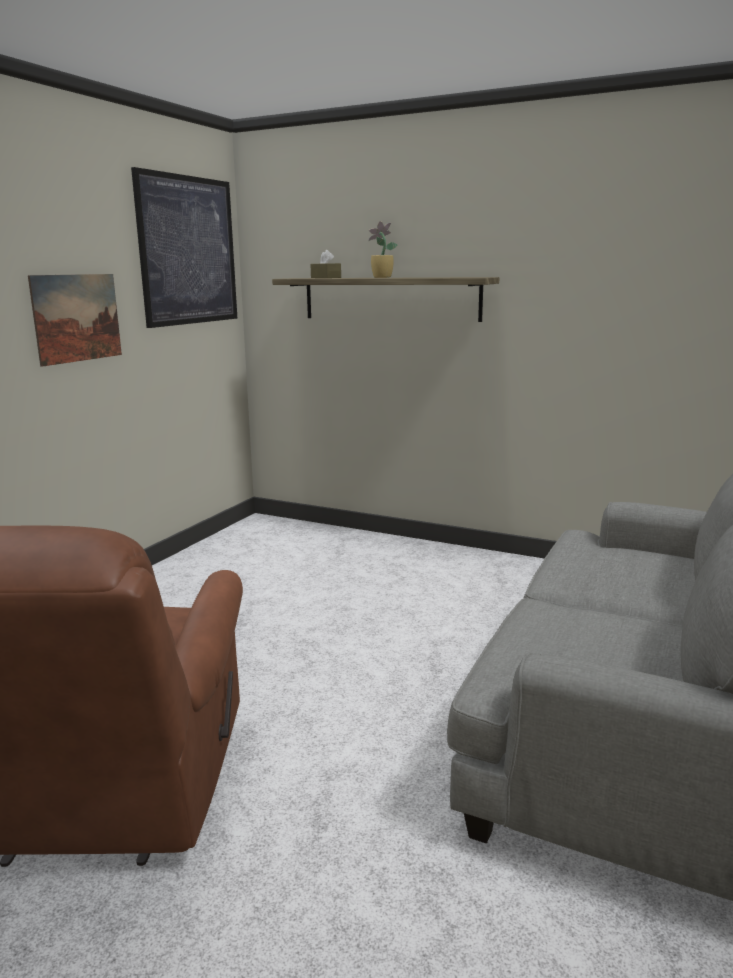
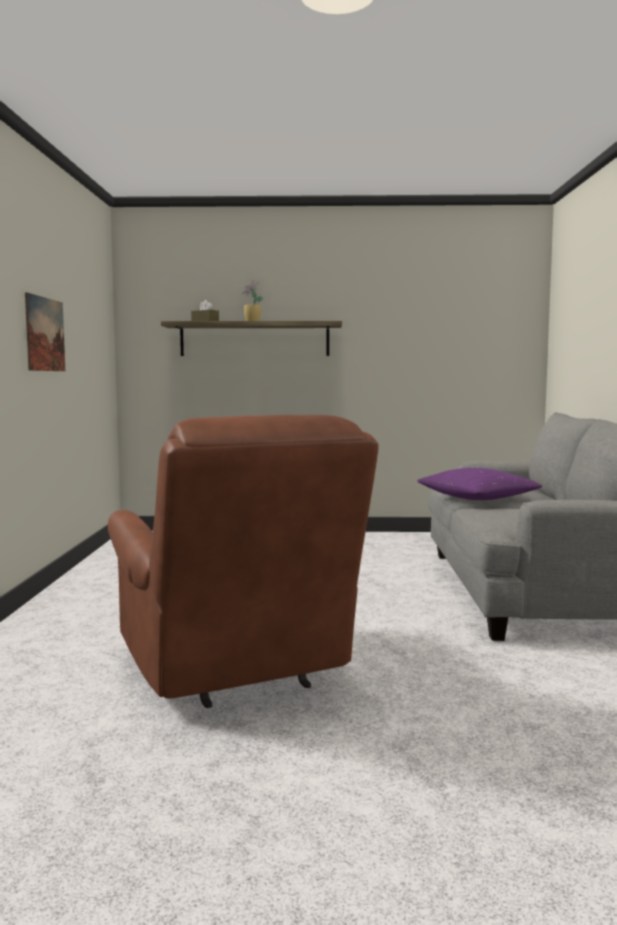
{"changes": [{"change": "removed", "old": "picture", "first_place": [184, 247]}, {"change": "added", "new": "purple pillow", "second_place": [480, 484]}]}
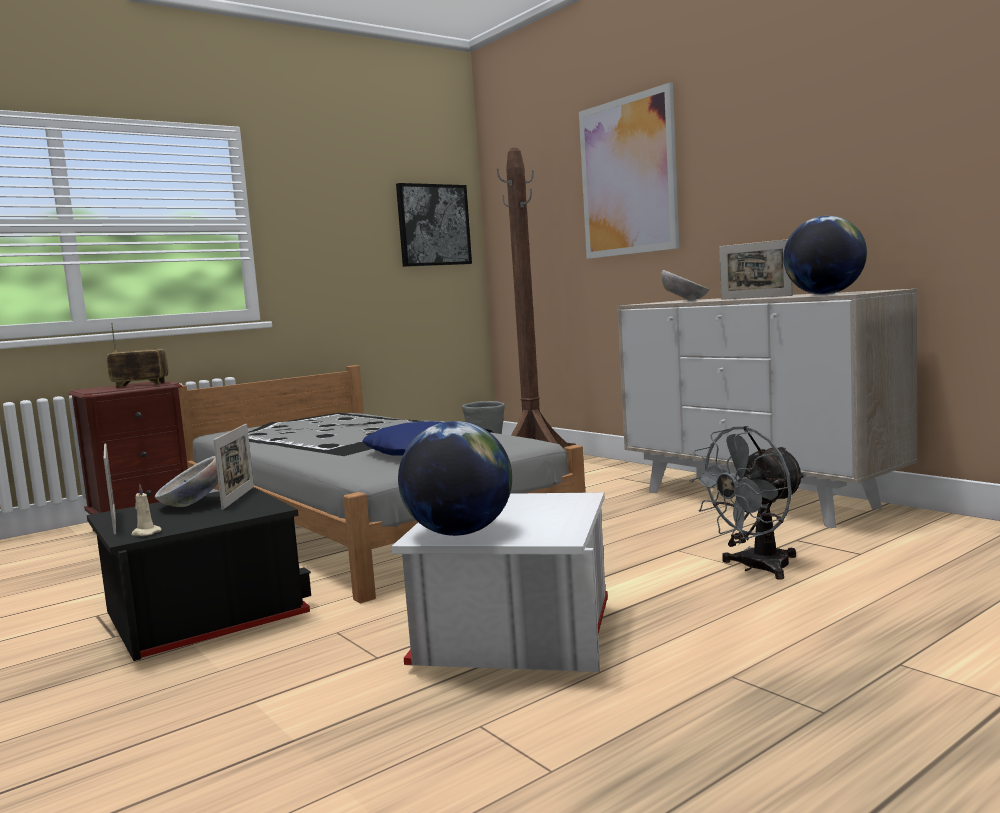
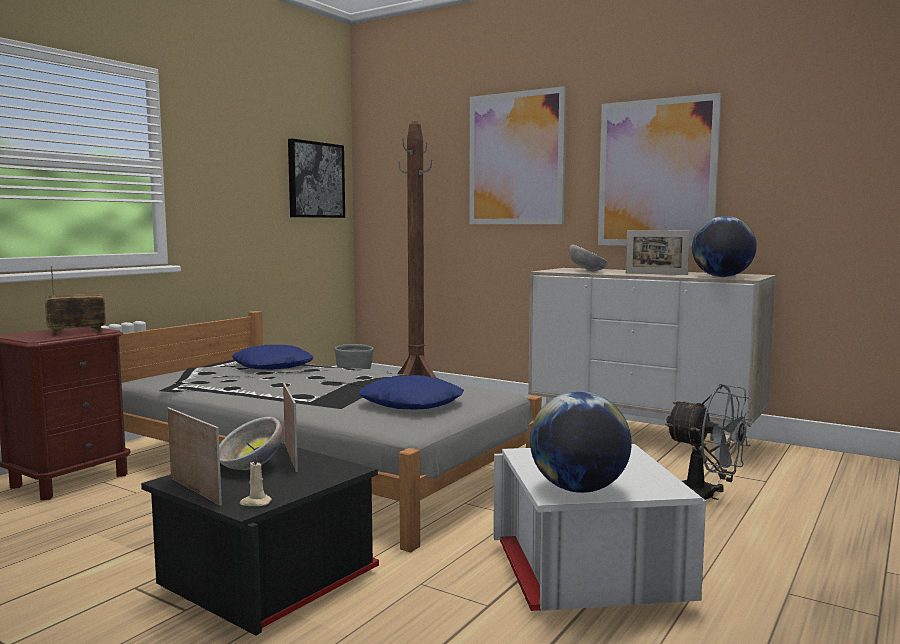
{"changes": [{"change": "added", "new": "blue pillow", "second_place": [273, 357]}, {"change": "added", "new": "picture", "second_place": [659, 169]}, {"change": "turned", "old": "grey fan", "first_place": [747, 503], "second_place": [709, 442], "degrees": -90}]}
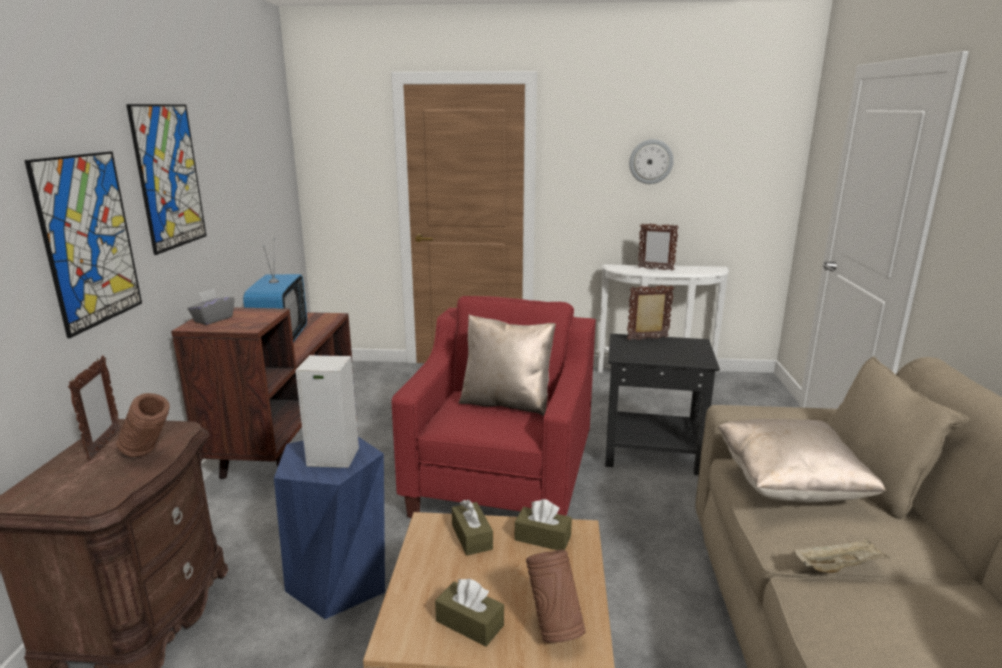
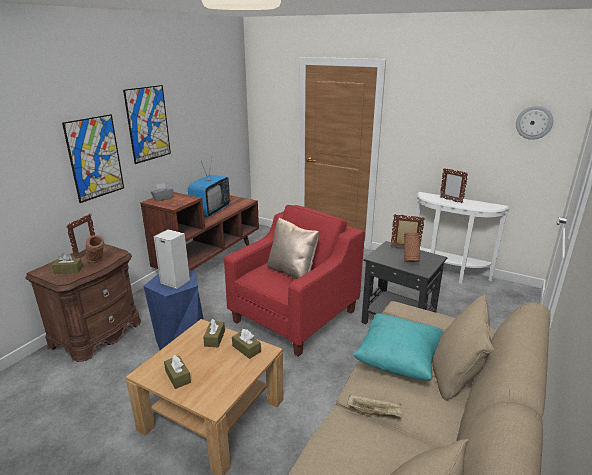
{"changes": [{"change": "added", "new": "brown tissue box", "second_place": [67, 263]}, {"change": "moved", "old": "brown vase", "first_place": [556, 596], "second_place": [412, 247]}, {"change": "moved", "old": "wall clock", "first_place": [651, 161], "second_place": [534, 123]}, {"change": "recoloured", "old": "beige pillow", "new": "turquoise pillow", "first_place": [802, 461], "second_place": [398, 347]}]}
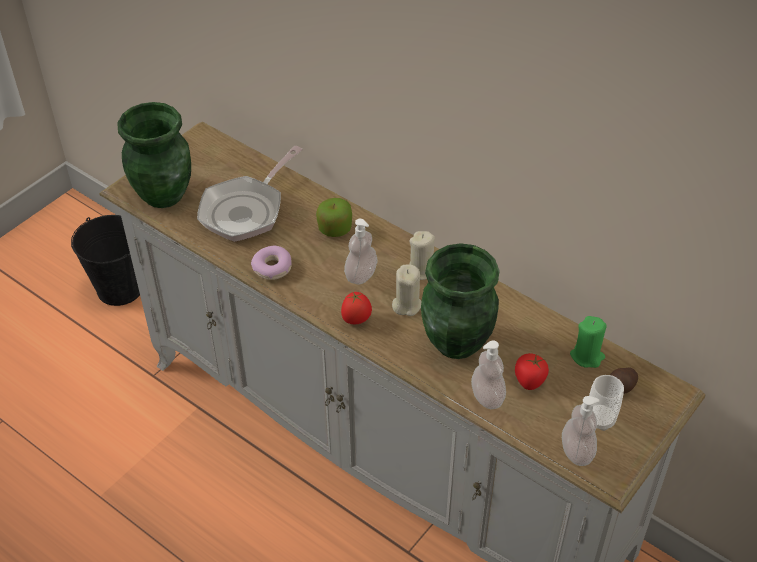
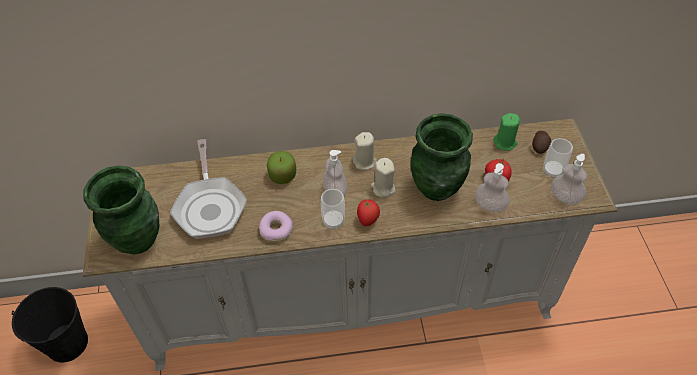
{"changes": [{"change": "added", "new": "cup", "second_place": [333, 209]}]}
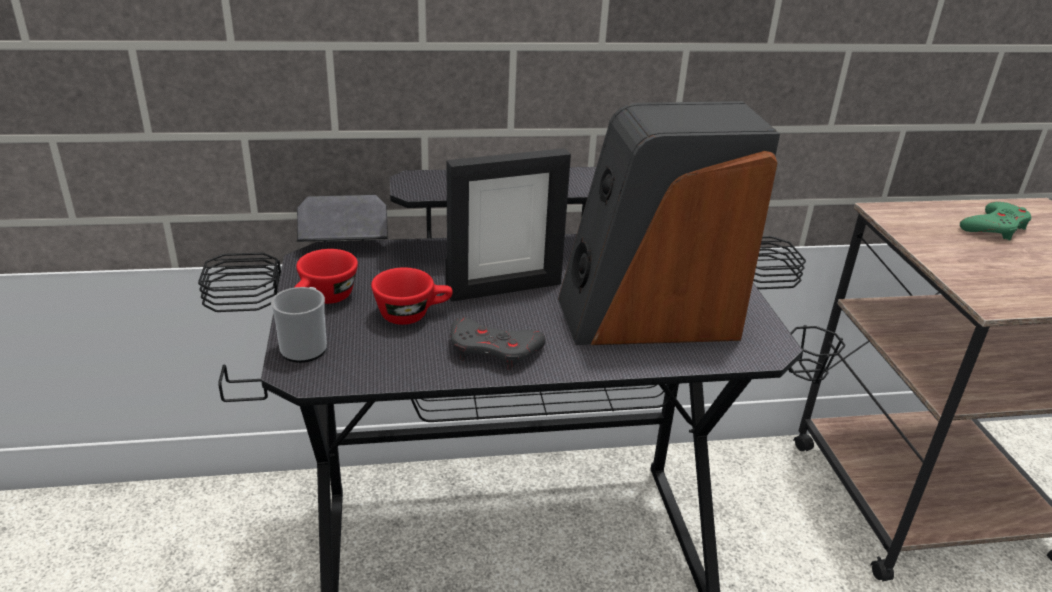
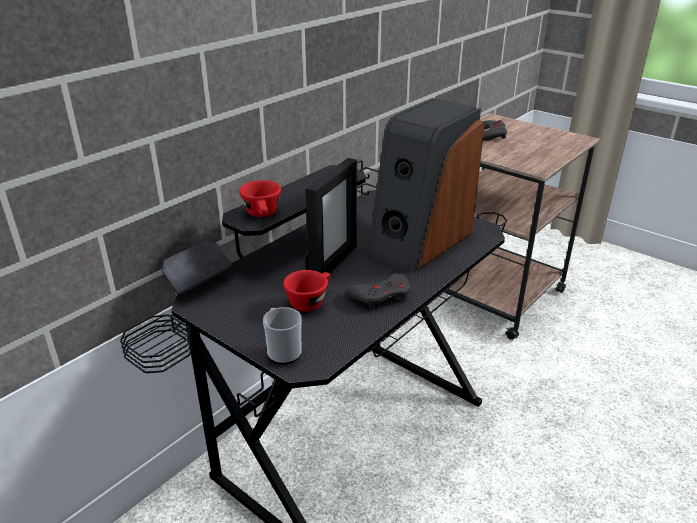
{"changes": [{"change": "moved", "old": "red cup", "first_place": [326, 276], "second_place": [260, 198]}, {"change": "recoloured", "old": "green game controller", "new": "grey game controller", "first_place": [996, 221], "second_place": [495, 130]}]}
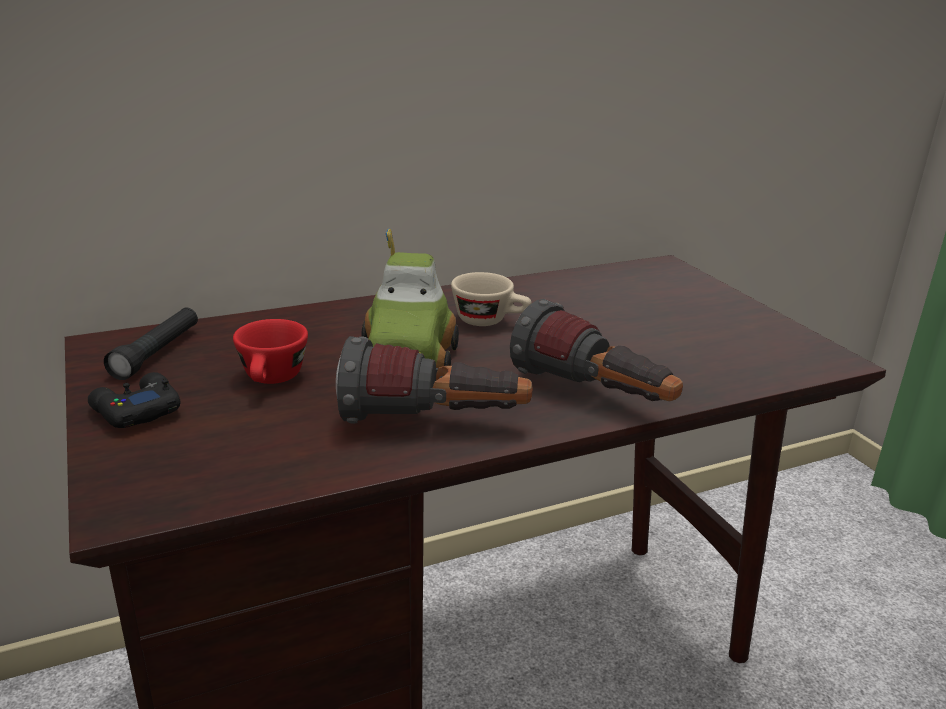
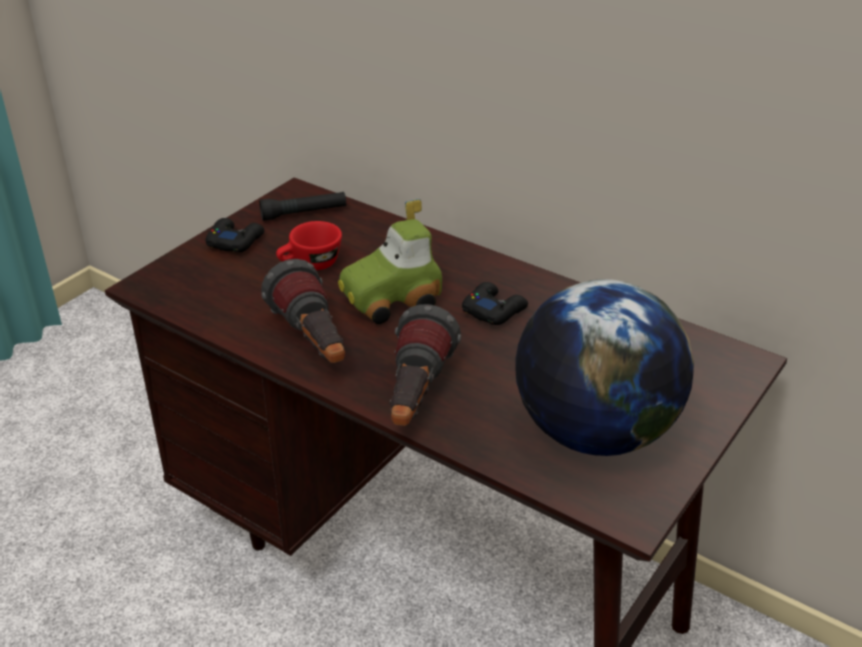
{"changes": [{"change": "added", "new": "globe", "second_place": [604, 367]}, {"change": "replaced", "old": "beige cup", "new": "black game controller", "first_place": [491, 299], "second_place": [495, 303]}]}
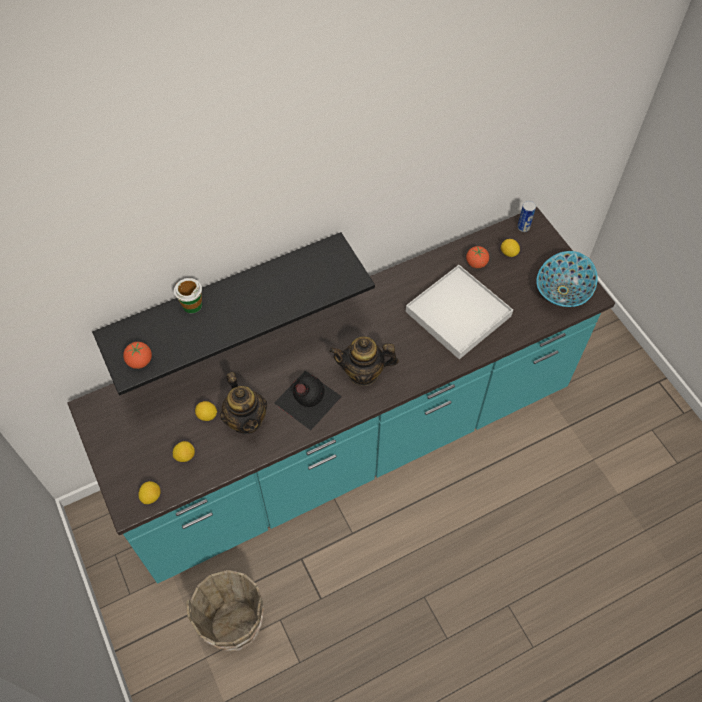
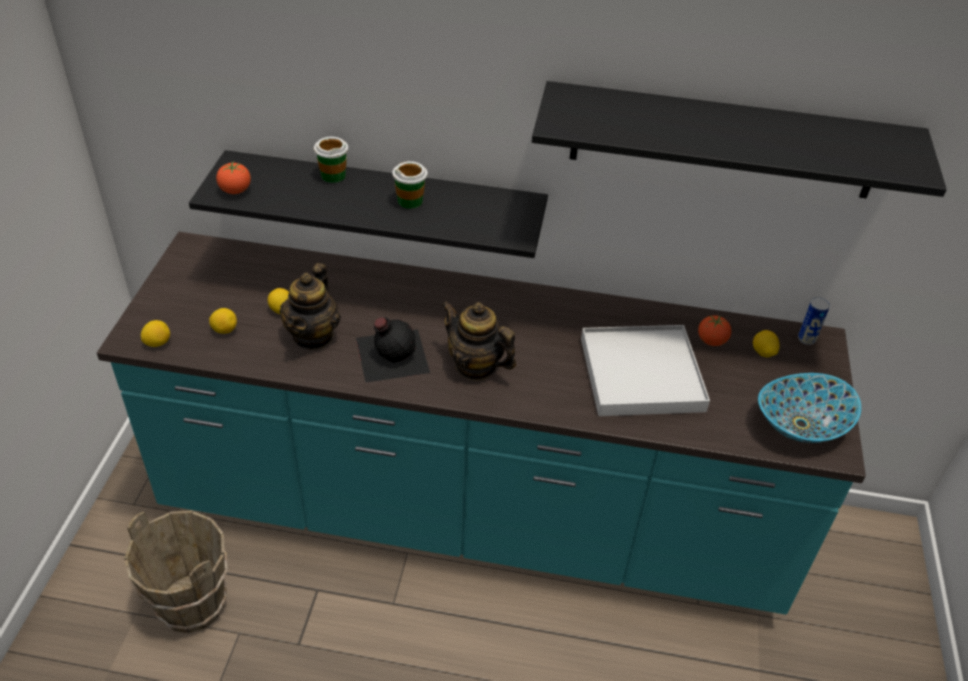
{"changes": [{"change": "added", "new": "cup", "second_place": [409, 185]}, {"change": "added", "new": "black shelf", "second_place": [739, 139]}]}
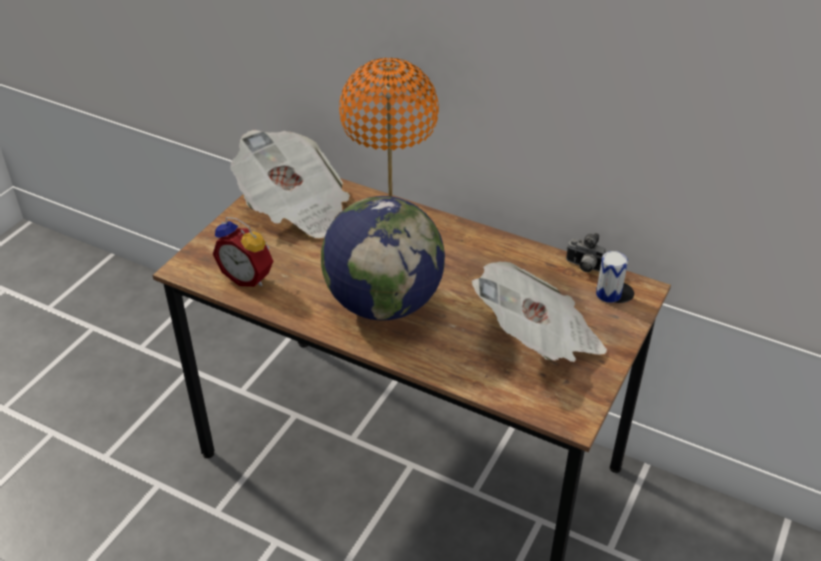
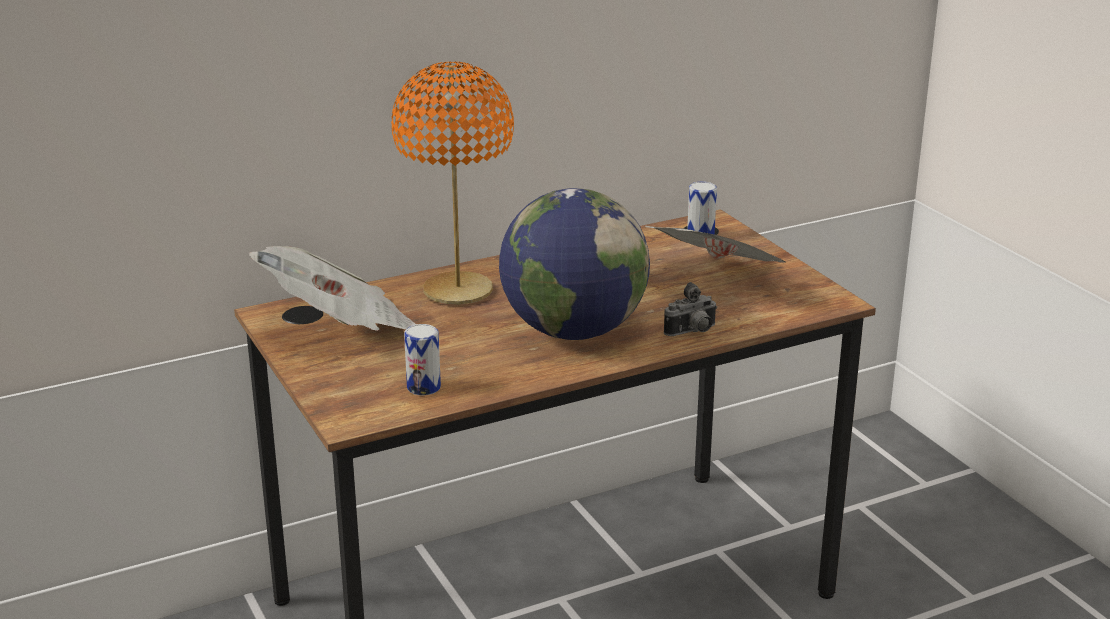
{"changes": [{"change": "moved", "old": "photo camera", "first_place": [587, 252], "second_place": [690, 309]}, {"change": "replaced", "old": "alarm clock", "new": "can", "first_place": [243, 252], "second_place": [422, 359]}]}
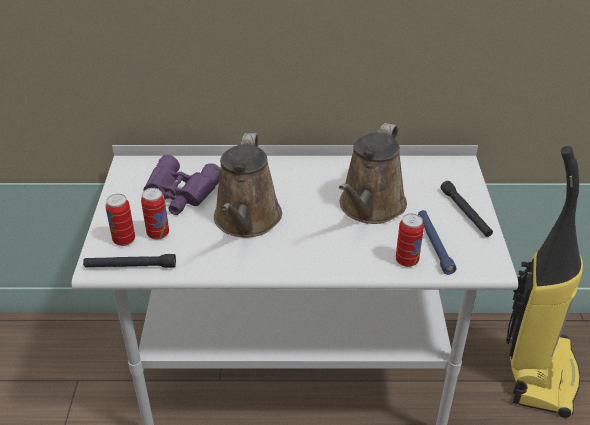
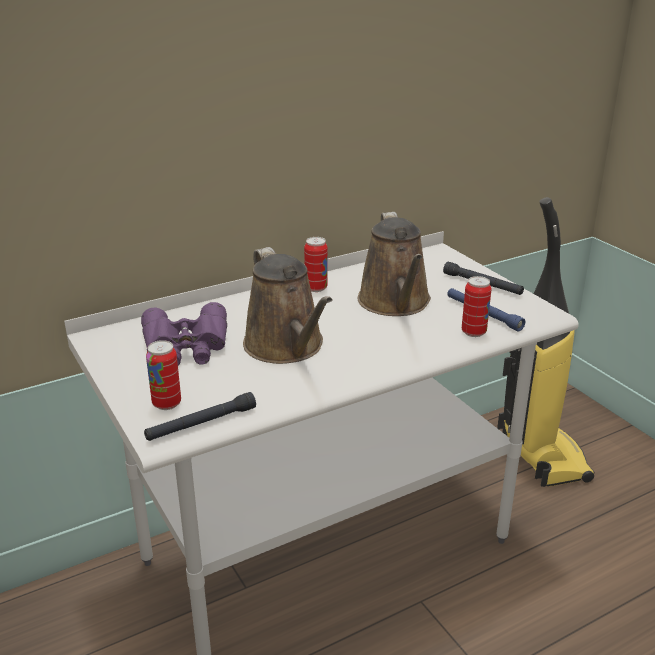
{"changes": [{"change": "moved", "old": "can", "first_place": [155, 214], "second_place": [316, 264]}]}
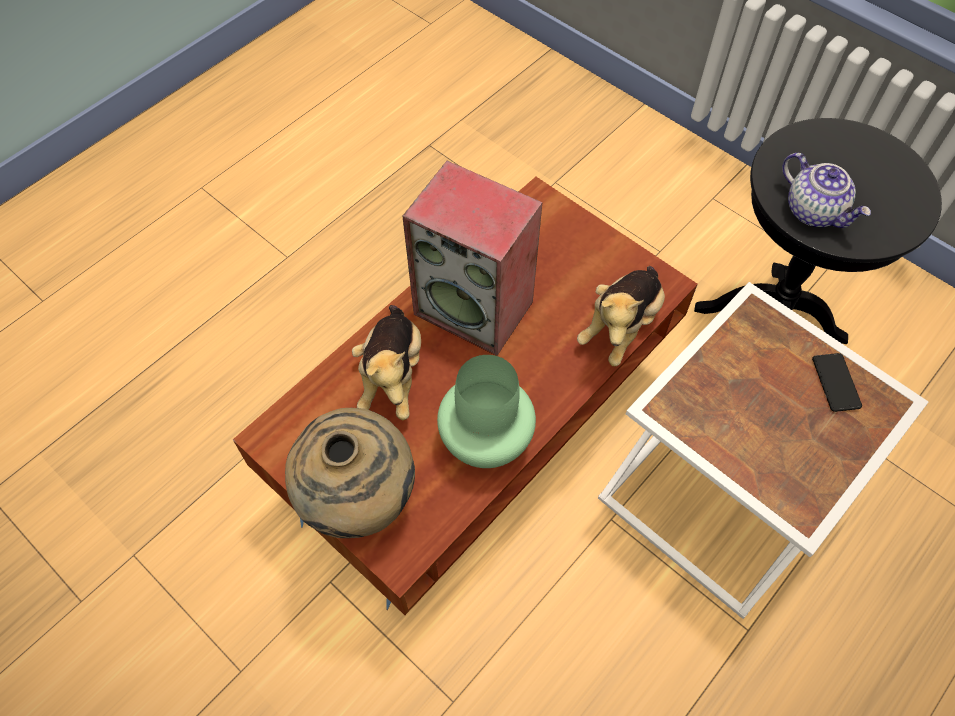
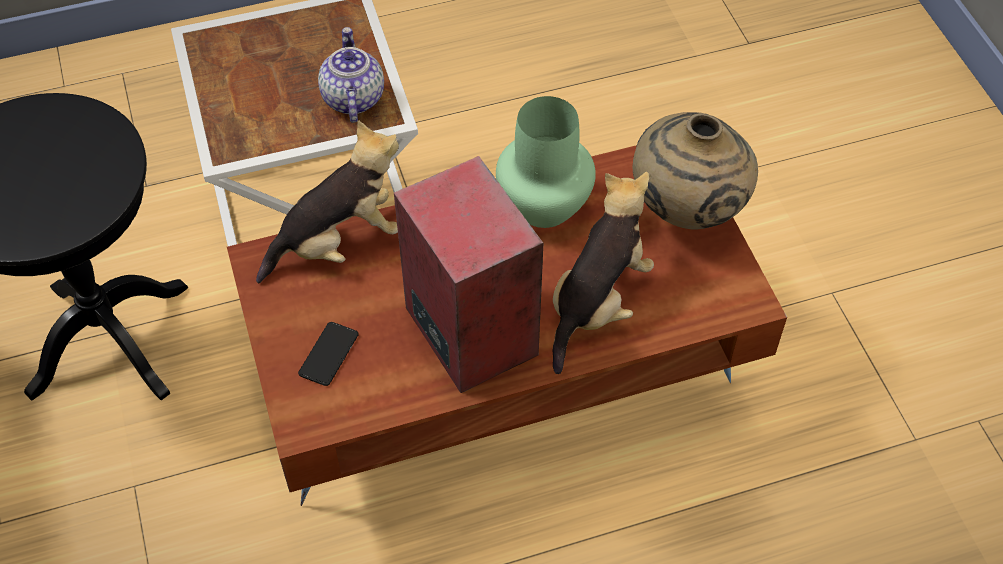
{"changes": [{"change": "moved", "old": "teapot", "first_place": [826, 190], "second_place": [351, 75]}, {"change": "moved", "old": "phone", "first_place": [837, 382], "second_place": [328, 354]}]}
